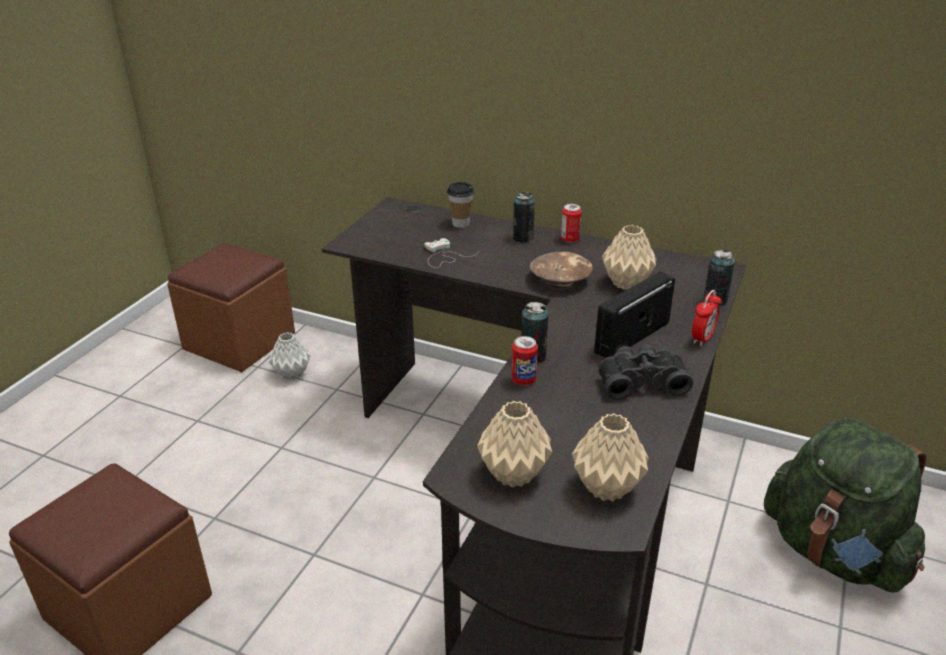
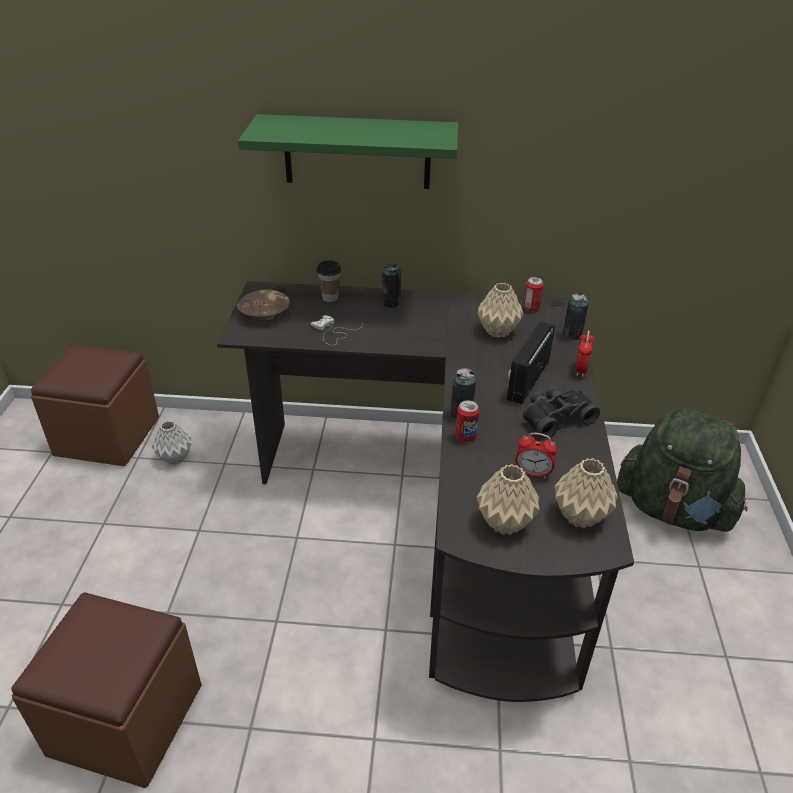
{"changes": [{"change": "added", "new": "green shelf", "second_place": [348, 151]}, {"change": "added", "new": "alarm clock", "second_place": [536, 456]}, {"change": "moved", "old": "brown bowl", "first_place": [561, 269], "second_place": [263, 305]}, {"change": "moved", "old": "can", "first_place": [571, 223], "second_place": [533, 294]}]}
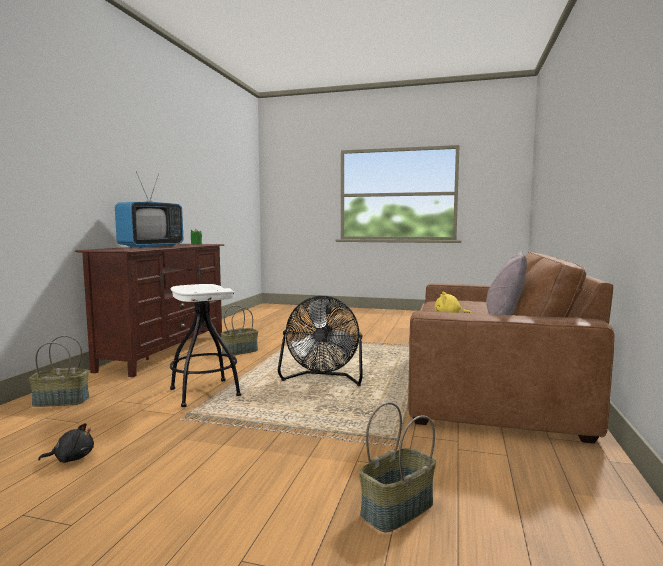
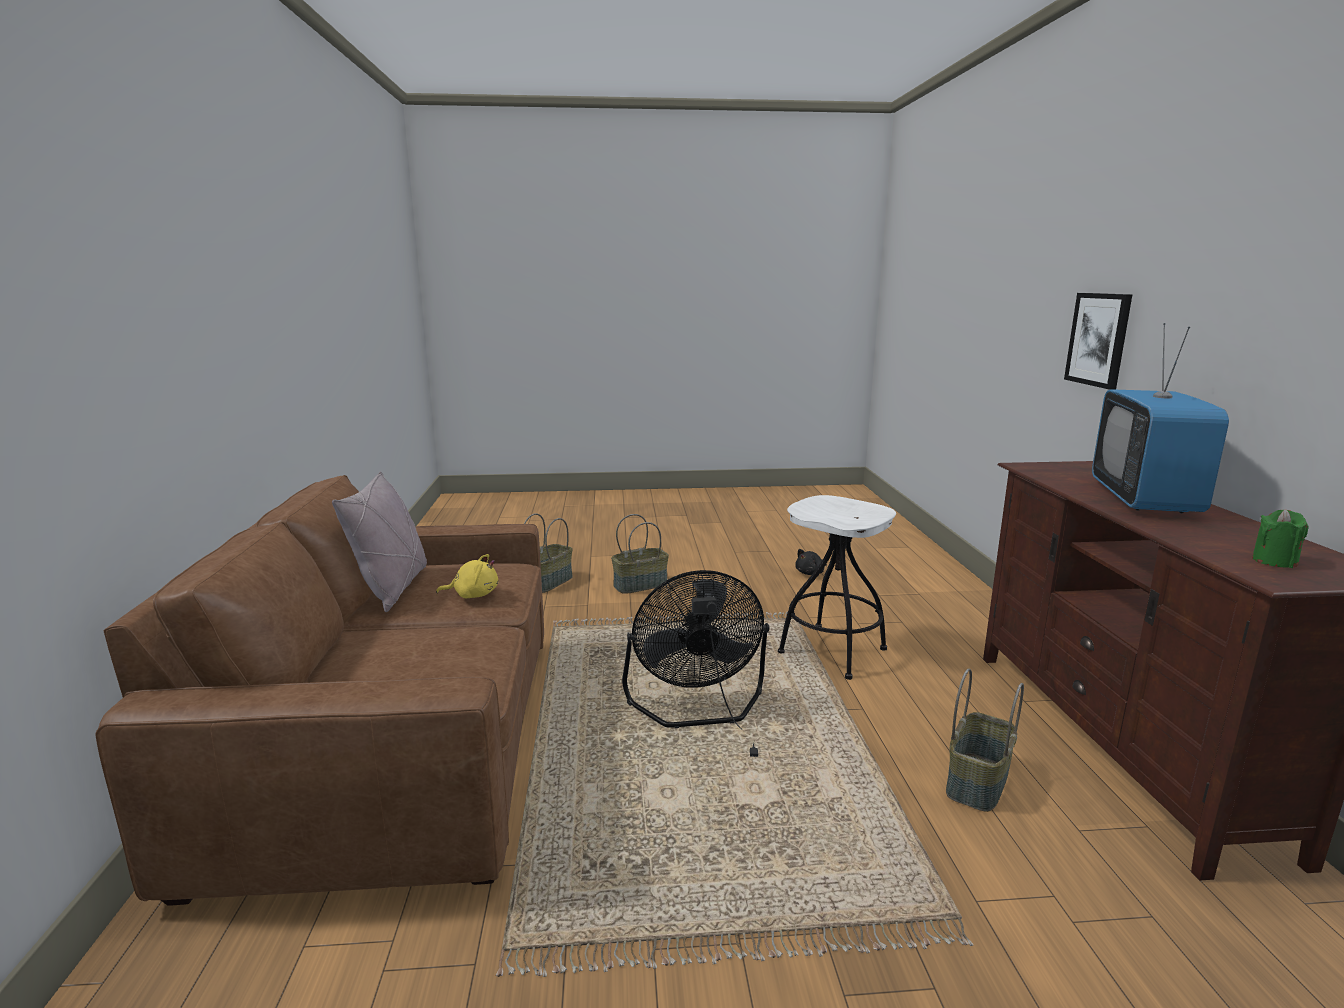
{"changes": [{"change": "added", "new": "picture", "second_place": [1098, 341]}, {"change": "moved", "old": "basket", "first_place": [58, 371], "second_place": [640, 554]}]}
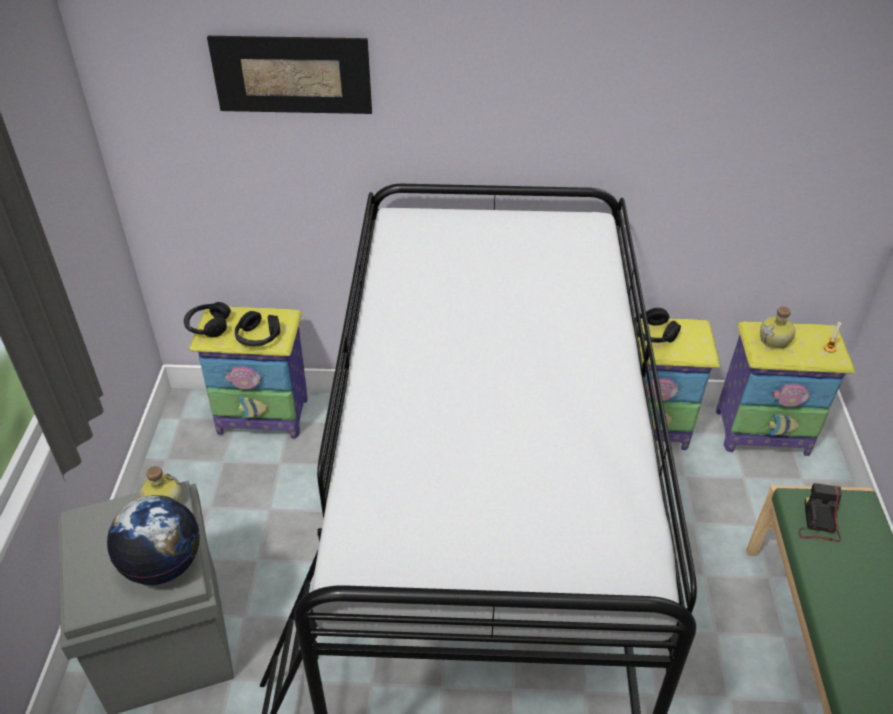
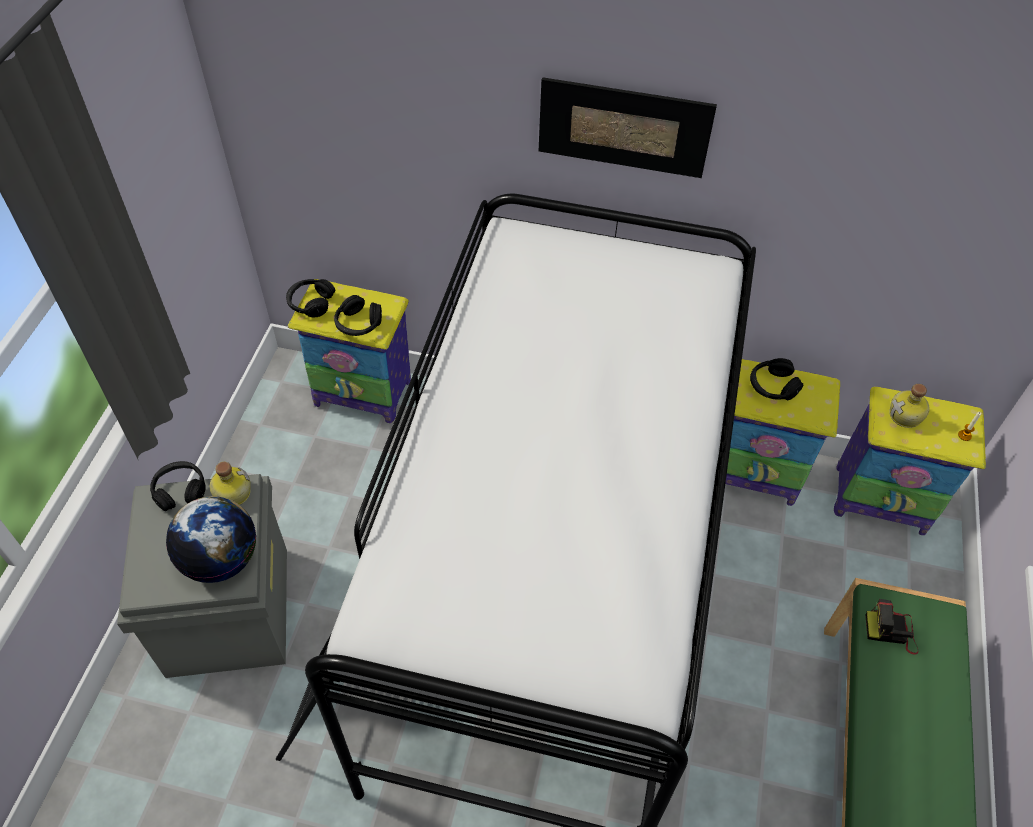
{"changes": [{"change": "added", "new": "black headphones", "second_place": [178, 486]}, {"change": "moved", "old": "picture", "first_place": [289, 75], "second_place": [628, 127]}, {"change": "turned", "old": "photo camera", "first_place": [820, 512], "second_place": [891, 627], "degrees": -105}]}
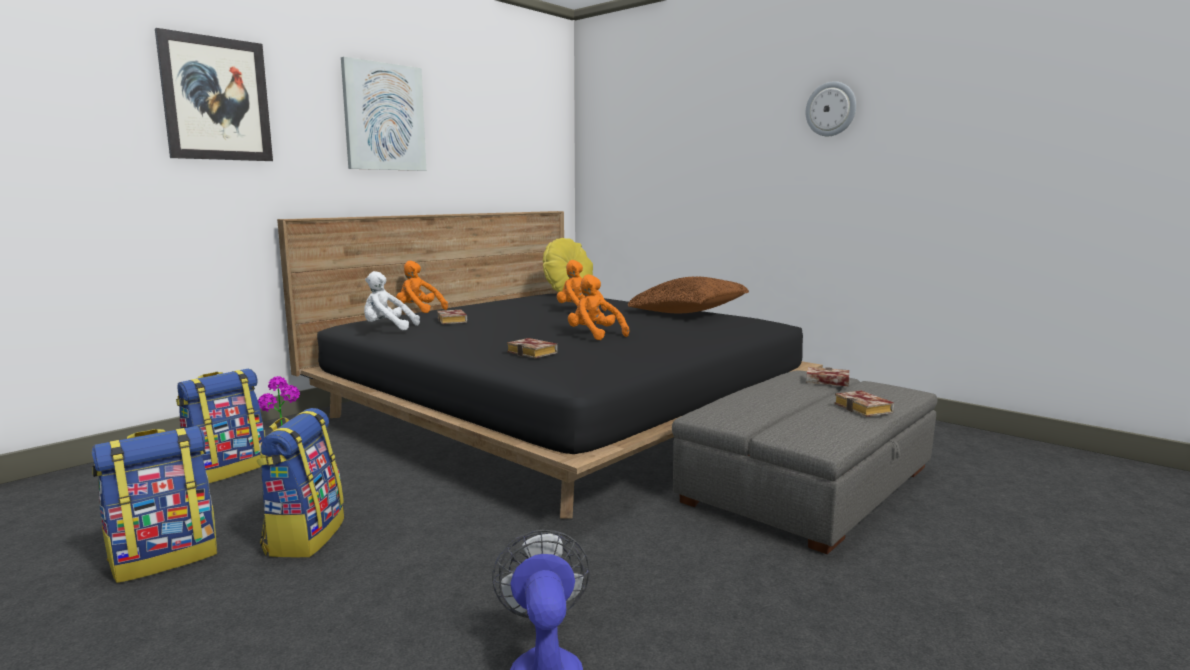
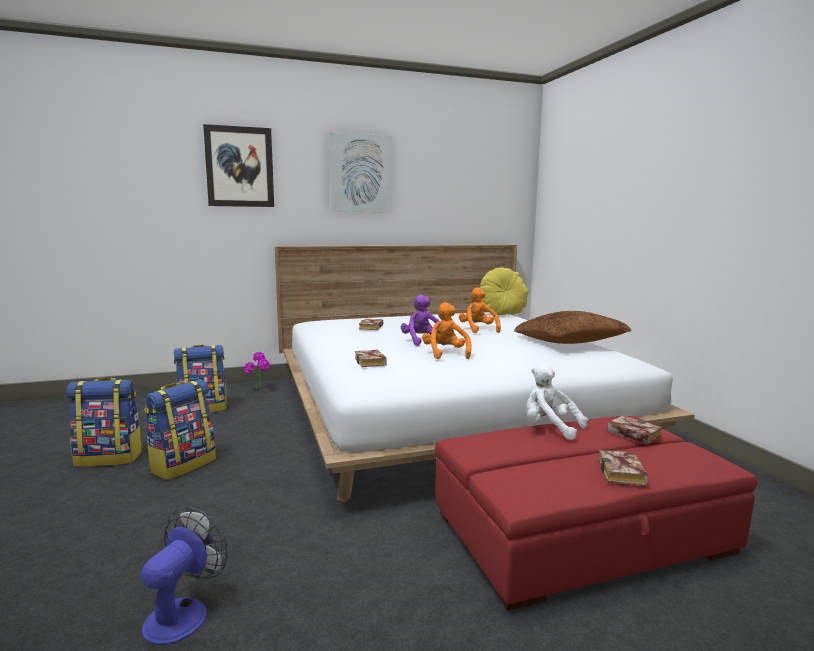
{"changes": [{"change": "removed", "old": "orange plush toy", "first_place": [422, 287]}, {"change": "removed", "old": "wall clock", "first_place": [831, 108]}, {"change": "added", "new": "purple plush toy", "second_place": [420, 320]}, {"change": "moved", "old": "white plush toy", "first_place": [392, 300], "second_place": [557, 401]}, {"change": "recoloured", "old": "black bed", "new": "white bed", "first_place": [550, 365], "second_place": [485, 374]}, {"change": "recoloured", "old": "grey ottoman", "new": "red ottoman", "first_place": [804, 462], "second_place": [596, 513]}]}
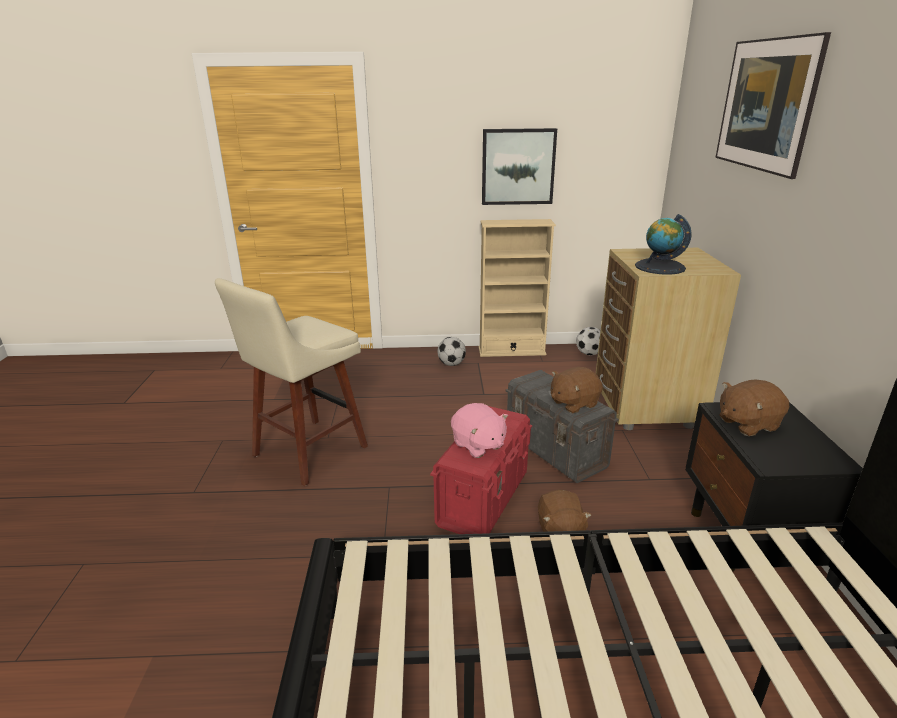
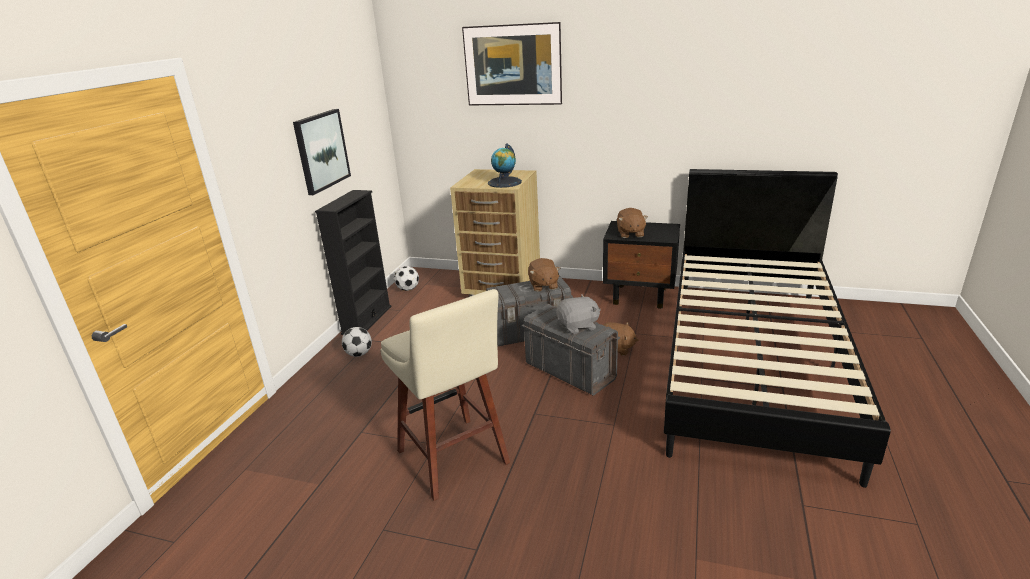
{"changes": [{"change": "recoloured", "old": "red storage box", "new": "grey storage box", "first_place": [481, 470], "second_place": [571, 350]}, {"change": "recoloured", "old": "pink plush toy", "new": "grey plush toy", "first_place": [479, 430], "second_place": [578, 314]}, {"change": "recoloured", "old": "beige bookcase", "new": "black bookcase", "first_place": [517, 288], "second_place": [353, 262]}]}
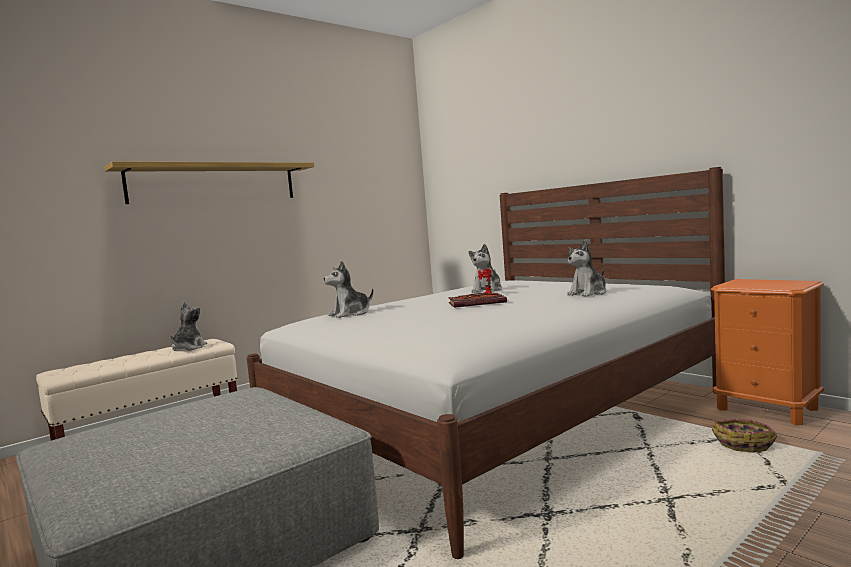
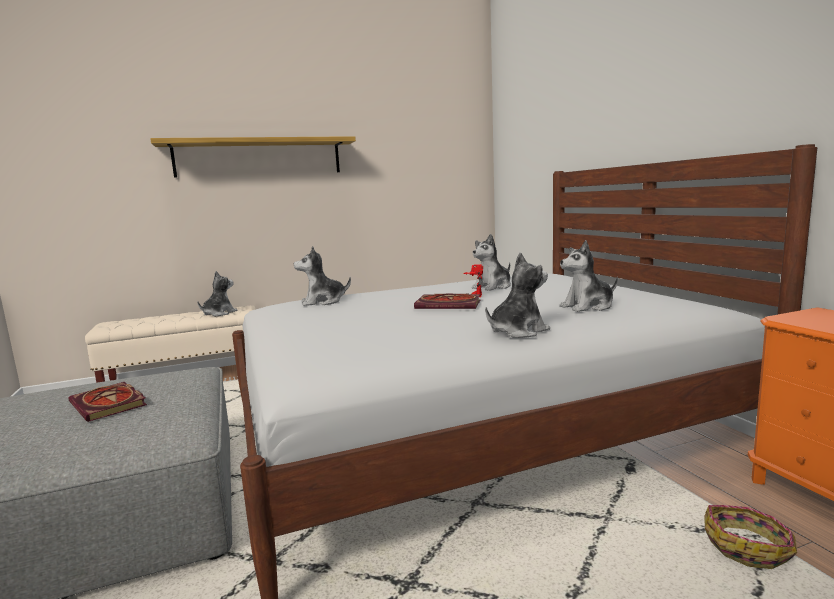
{"changes": [{"change": "added", "new": "book", "second_place": [107, 402]}, {"change": "added", "new": "plush toy", "second_place": [517, 295]}]}
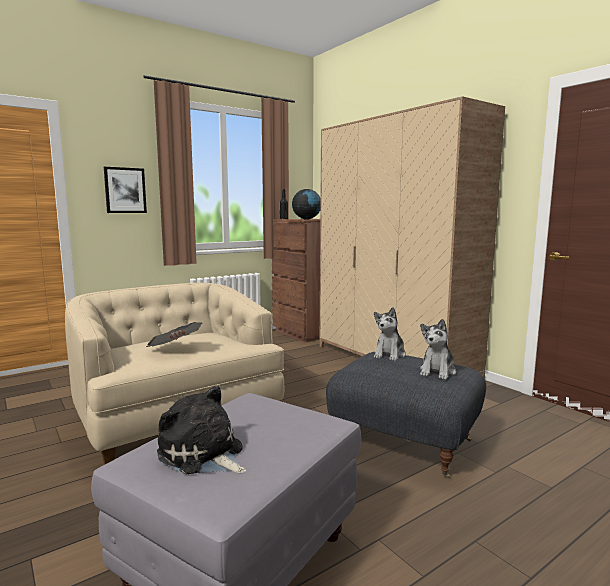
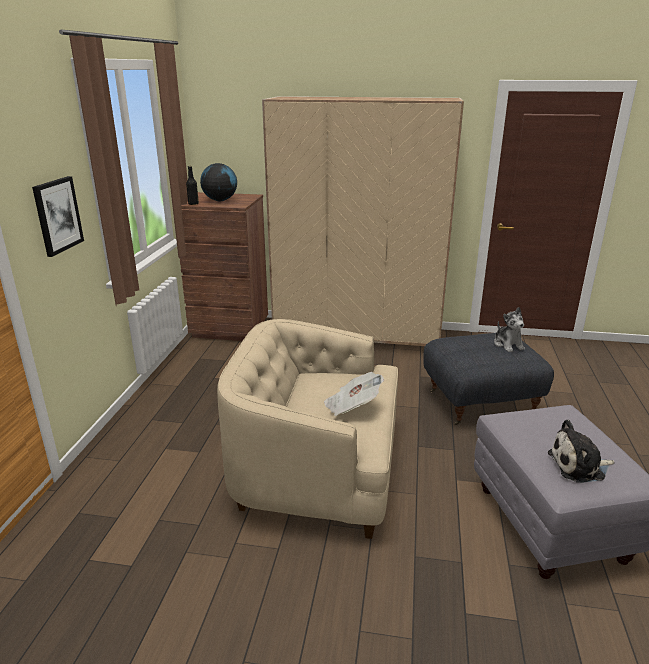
{"changes": [{"change": "removed", "old": "plush toy", "first_place": [390, 334]}]}
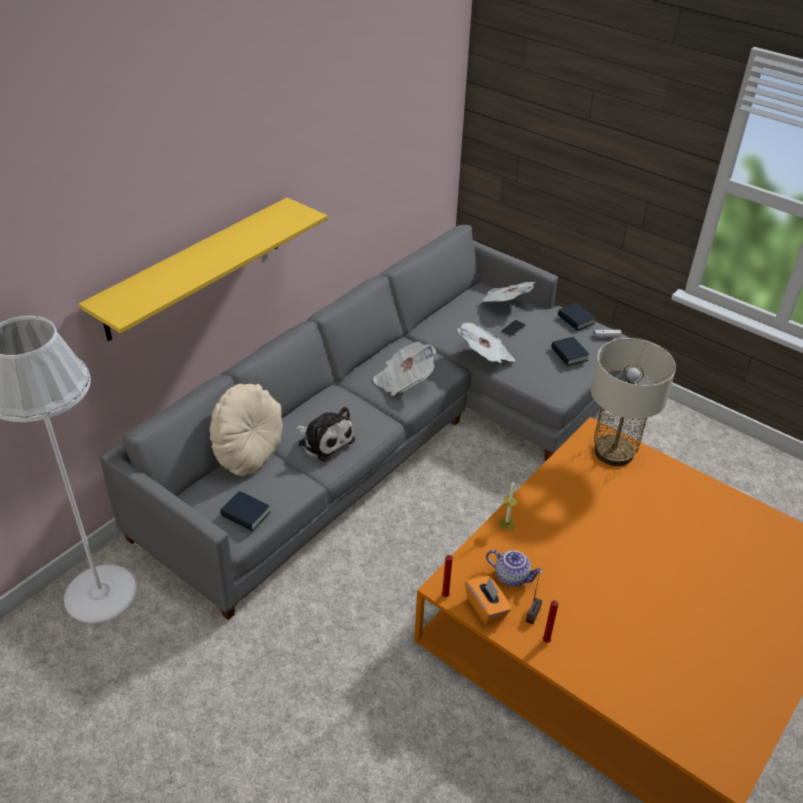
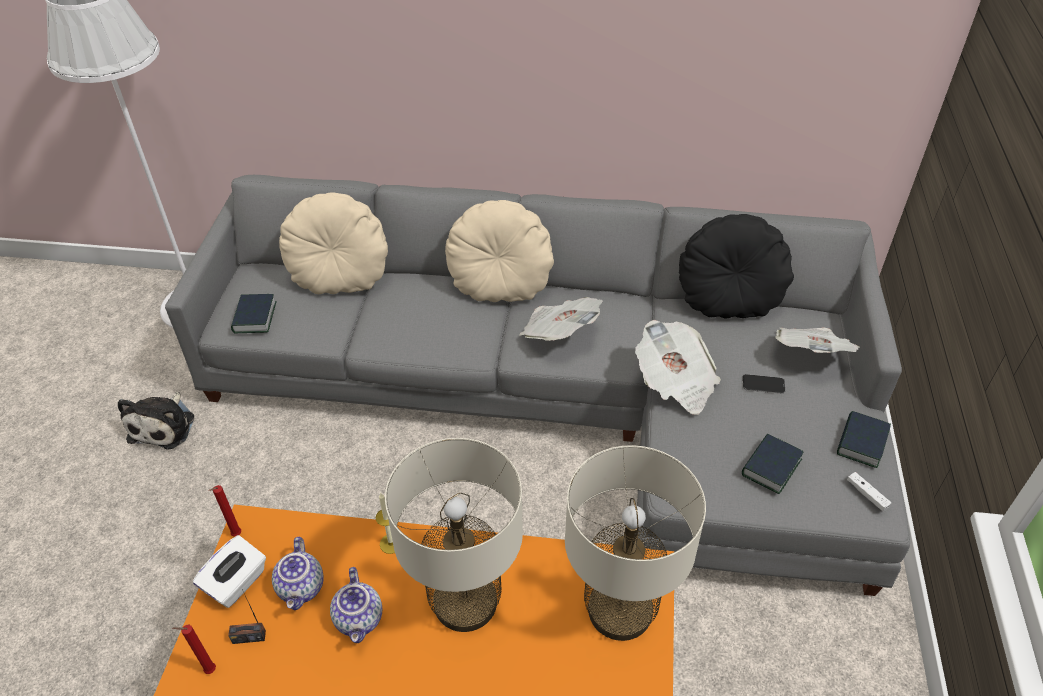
{"changes": [{"change": "removed", "old": "yellow shelf", "first_place": [203, 269]}, {"change": "added", "new": "teapot", "second_place": [356, 605]}, {"change": "added", "new": "table lamp", "second_place": [454, 535]}, {"change": "added", "new": "beige pillow", "second_place": [499, 251]}, {"change": "added", "new": "black pillow", "second_place": [736, 266]}, {"change": "moved", "old": "plush toy", "first_place": [326, 434], "second_place": [156, 421]}, {"change": "recoloured", "old": "orange tissue box", "new": "white tissue box", "first_place": [488, 600], "second_place": [229, 571]}]}
